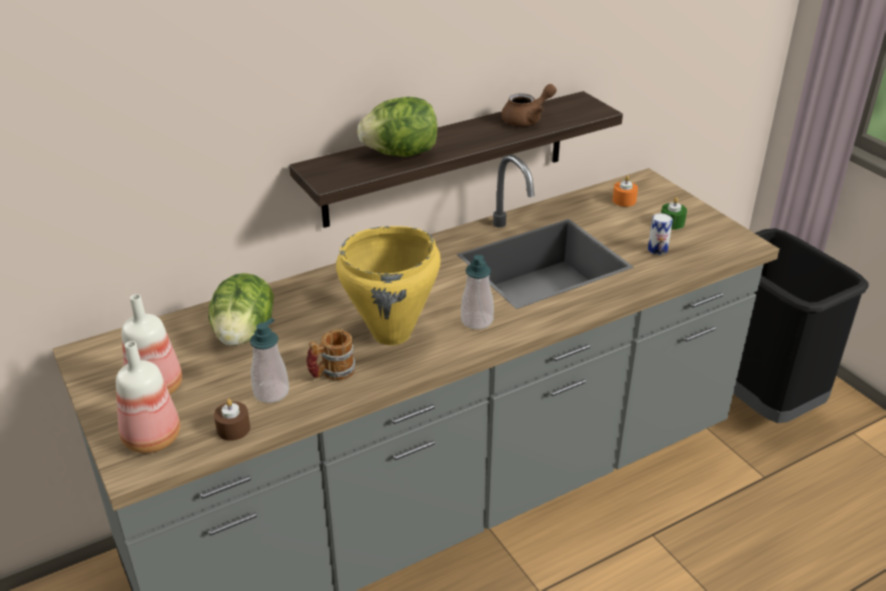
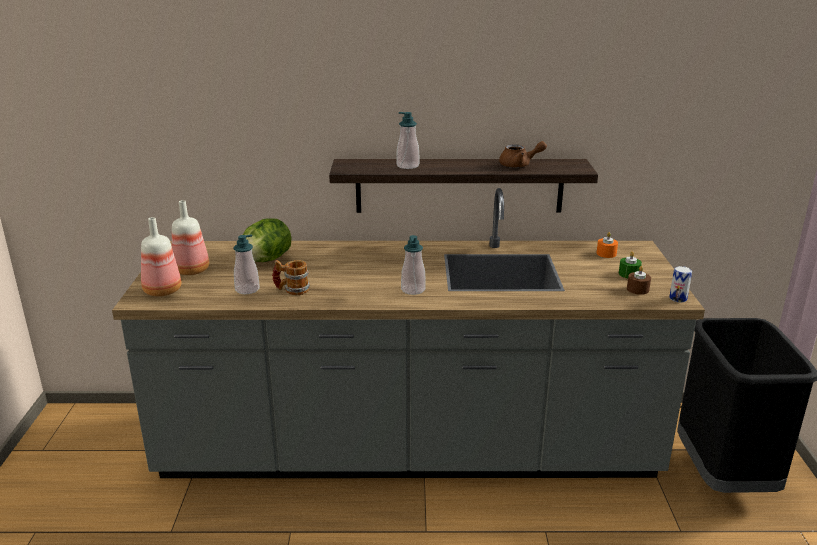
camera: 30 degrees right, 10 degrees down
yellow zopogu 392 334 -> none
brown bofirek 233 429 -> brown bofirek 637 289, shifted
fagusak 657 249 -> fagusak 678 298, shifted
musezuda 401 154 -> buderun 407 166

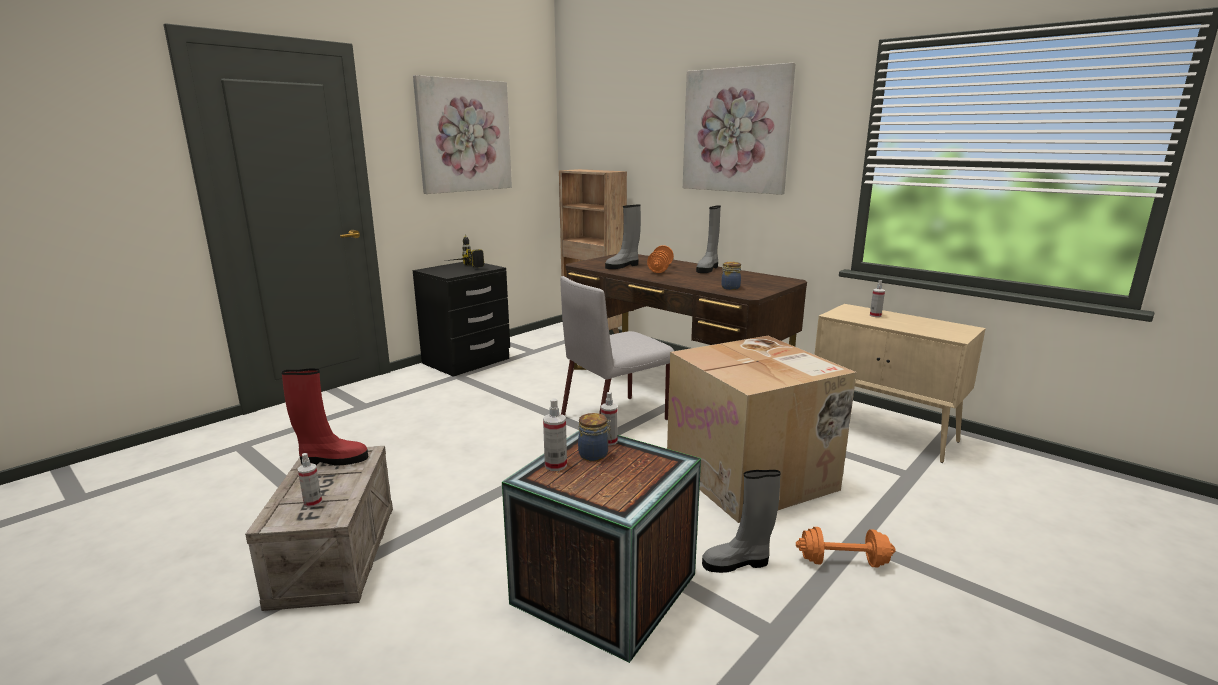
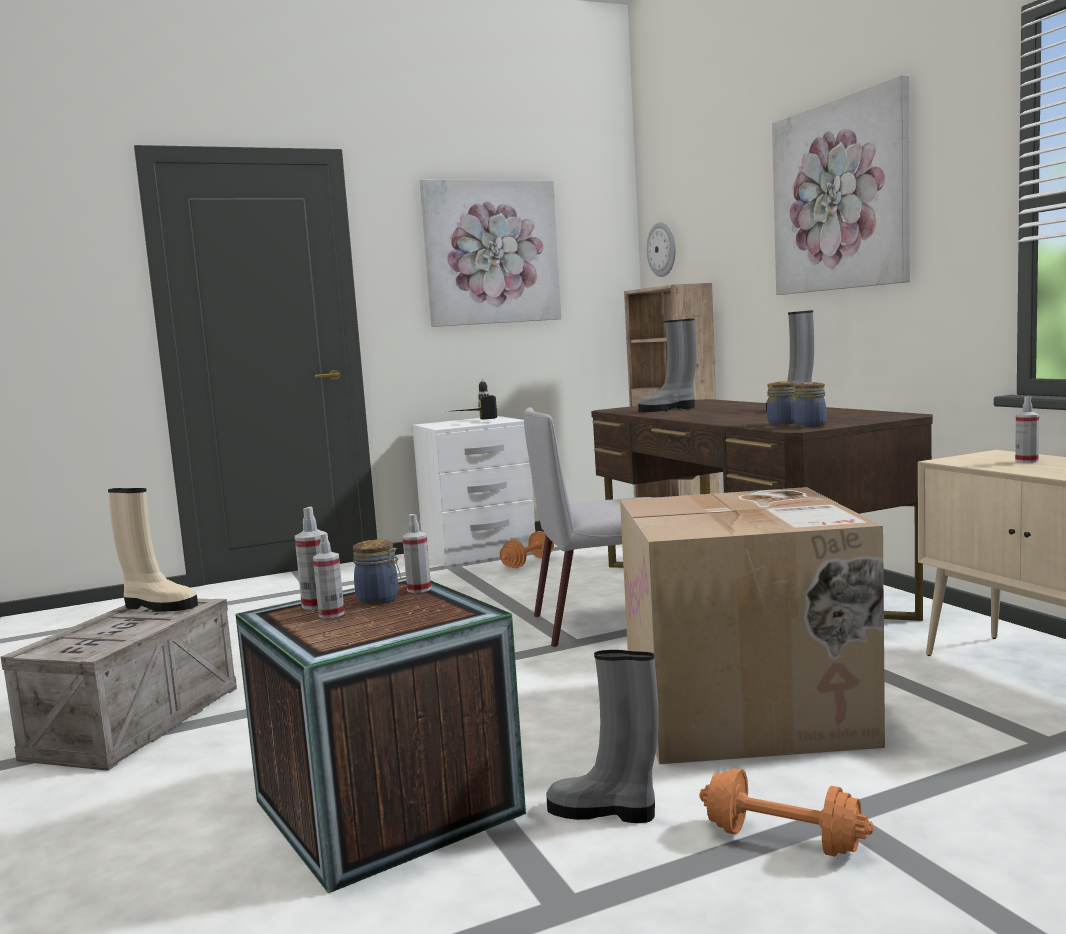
camera: 25 degrees right, 10 degrees down
none -> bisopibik 662 249
none -> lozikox 810 425
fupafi 312 502 -> fupafi 331 614, shifted
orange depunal 660 269 -> orange depunal 528 562, shifted
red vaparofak 332 460 -> beige vaparofak 158 606
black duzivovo 467 361 -> white duzivovo 479 552

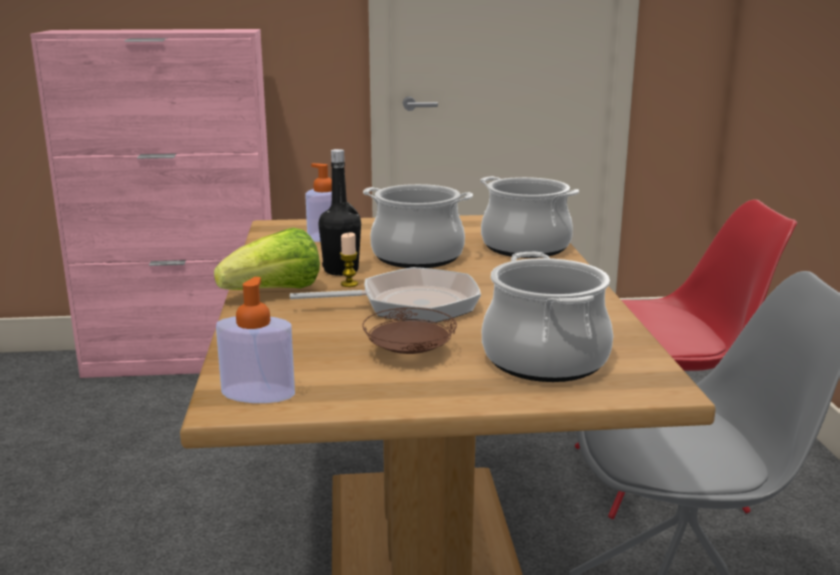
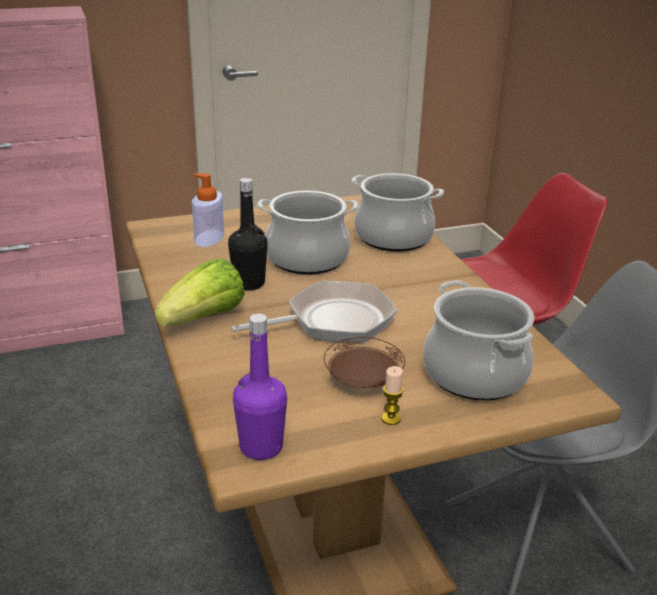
camera: 15 degrees left, 10 degrees up
bofirek 349 284 -> bofirek 391 418, shifted
buderun 258 393 -> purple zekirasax 261 447

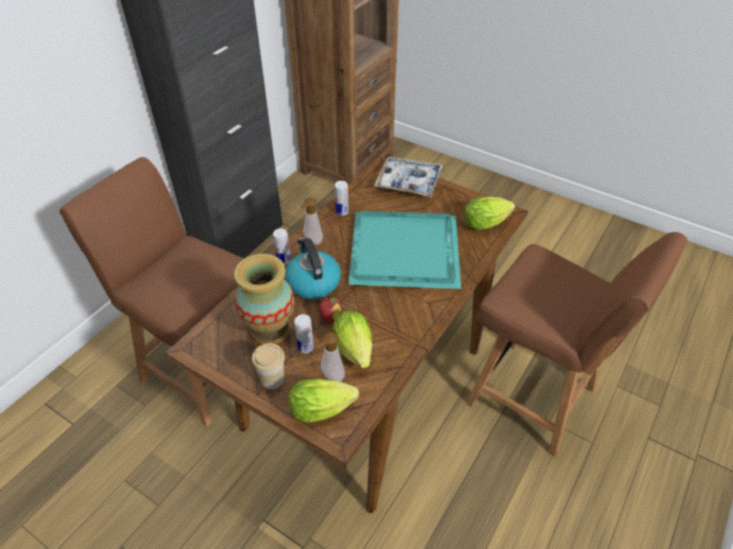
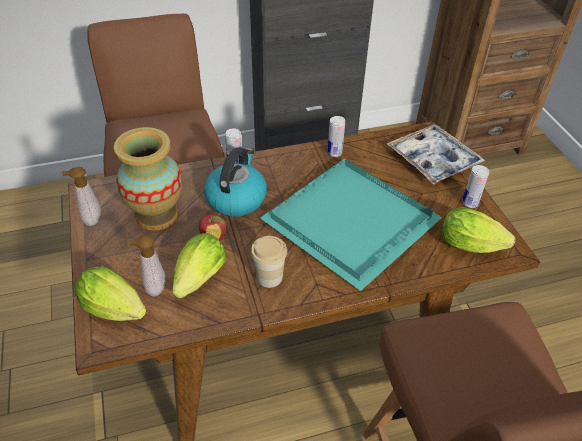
camera: 40 degrees right, 0 degrees up
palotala 272 379 -> palotala 269 277, shifted
fagusak 305 347 -> fagusak 470 203, shifted
buderun 312 242 -> buderun 90 219, shifted

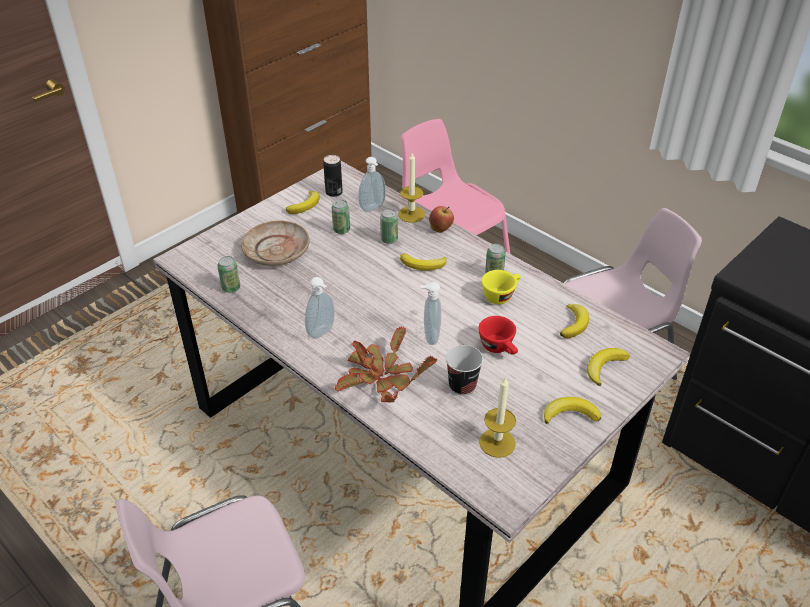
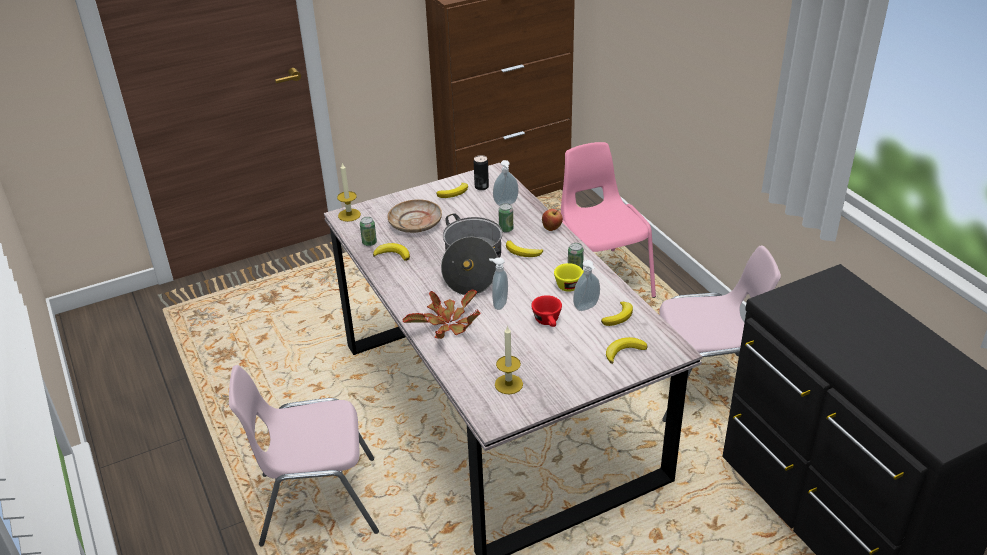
camera: 20 degrees right, 5 degrees down
fagusak 341 230 -> none
palotala 462 386 -> none
none -> zopogu 472 267
buderun 322 332 -> buderun 587 308, shifted
bofirek 411 214 -> bofirek 349 215, shifted
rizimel 570 414 -> rizimel 393 254, shifted

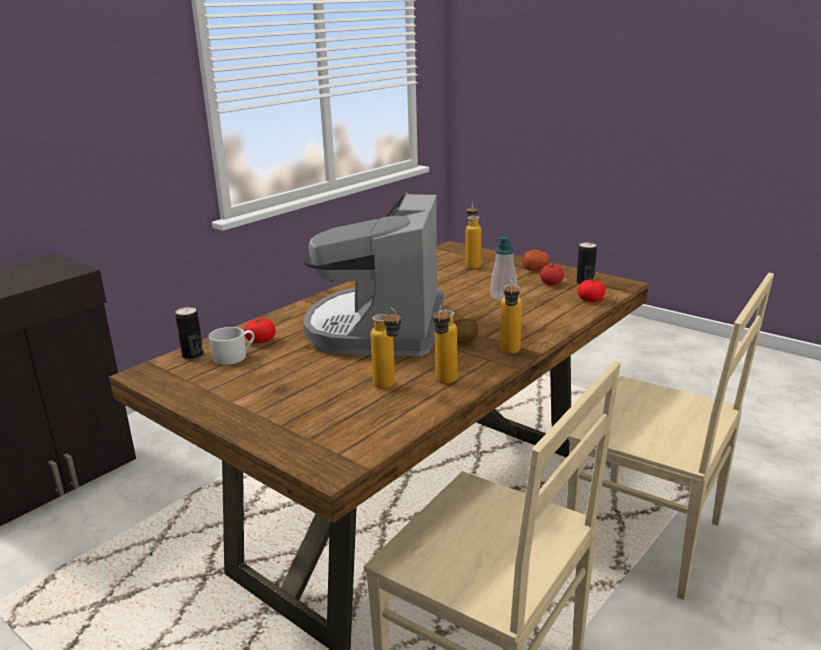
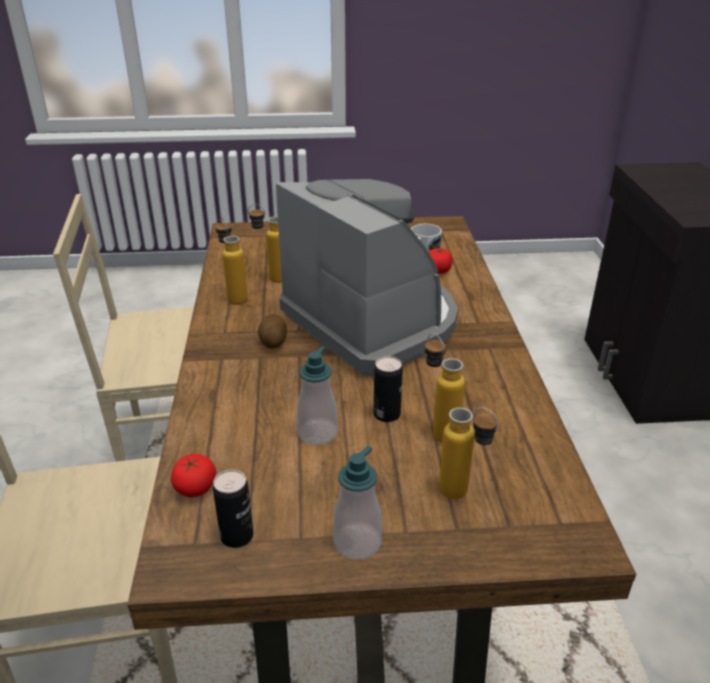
camera: 135 degrees right, 10 degrees up
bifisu 551 284 -> none
fagusak 193 355 -> fagusak 386 414, shifted
zekirasax 509 354 -> zekirasax 438 430, shifted
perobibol 535 268 -> buderun 357 542

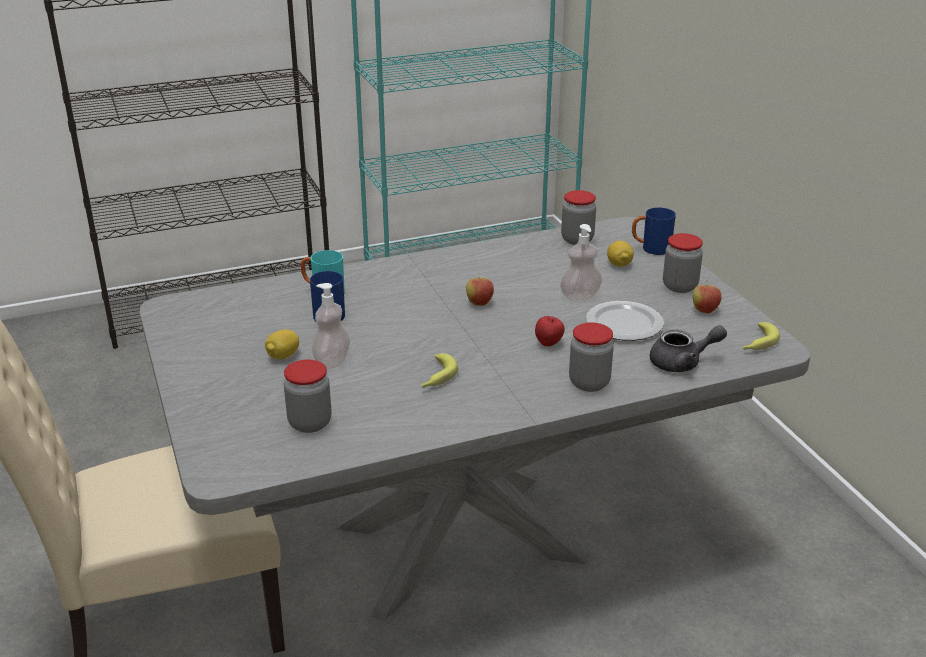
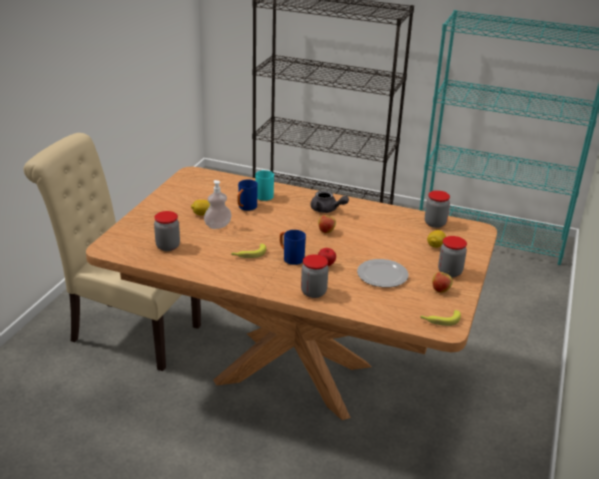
camera: 40 degrees right, 0 degrees up
buderun 580 296 -> none
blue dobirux 650 249 -> blue dobirux 290 258, shifted
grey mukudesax 682 363 -> grey mukudesax 327 210, shifted
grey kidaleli 462 543 -> brown kidaleli 294 374

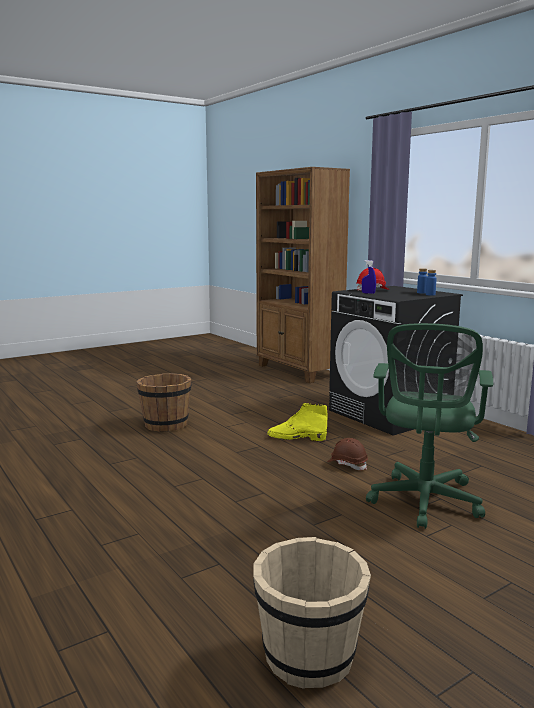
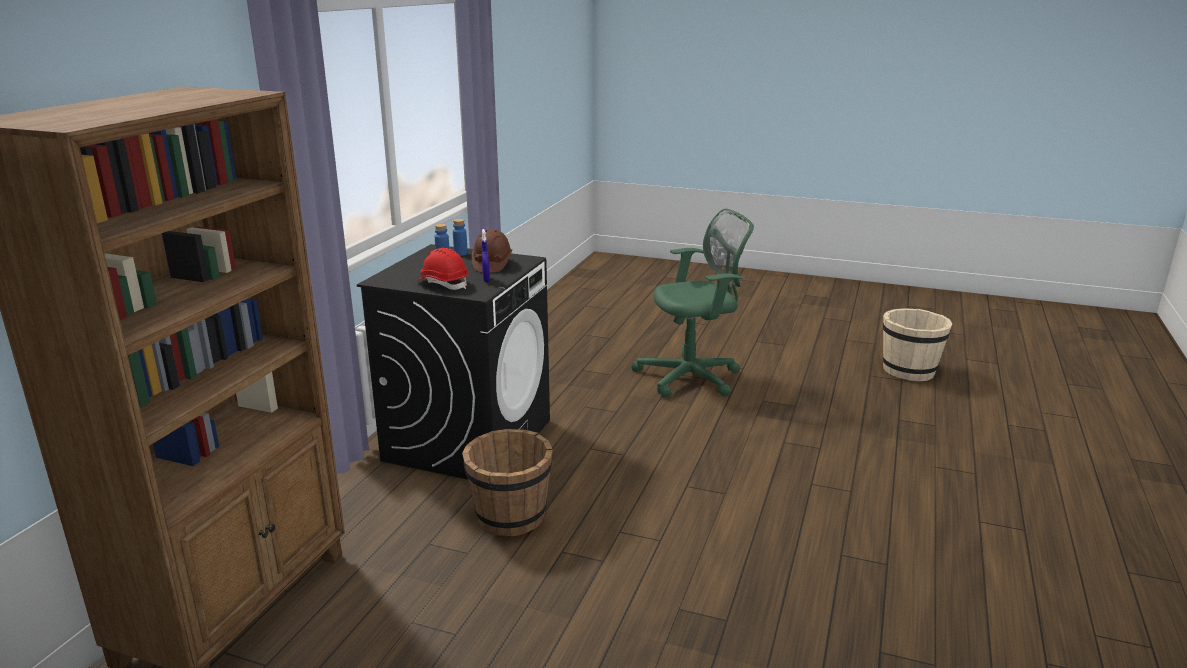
camera: 125 degrees left, 10 degrees up
yellow vaparofak 296 438 -> none
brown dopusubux 166 425 -> brown dopusubux 510 517, shifted
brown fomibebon 347 464 -> brown fomibebon 491 264, shifted

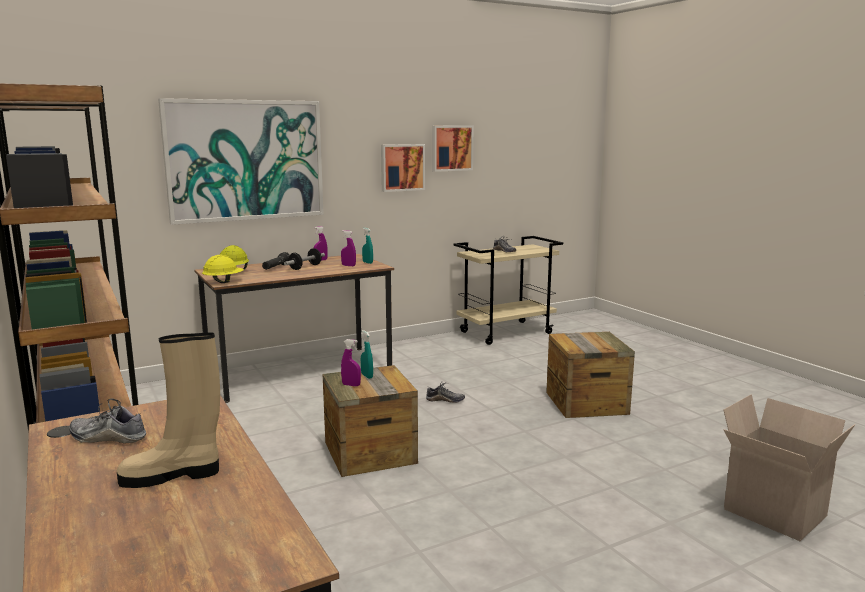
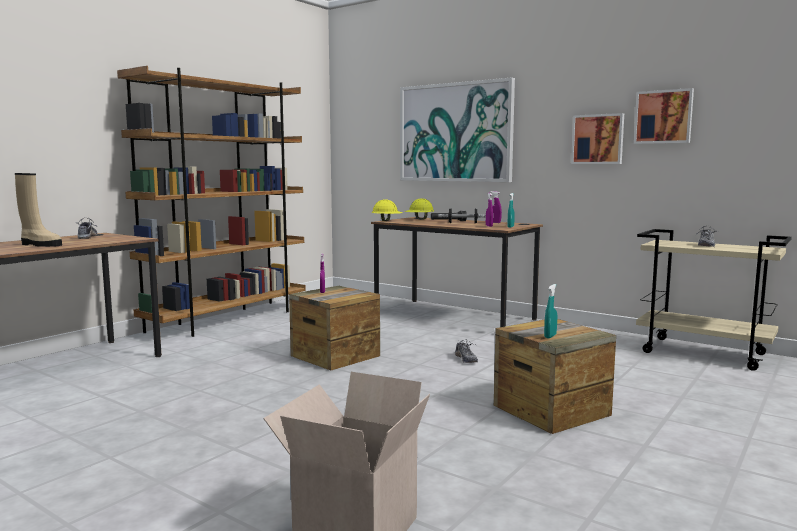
camera: 65 degrees right, 5 degrees down
turquoise fupafi 367 376 -> turquoise fupafi 550 336, shifted
beige vaparofak 173 475 -> beige vaparofak 40 245, 150 degrees clockwise

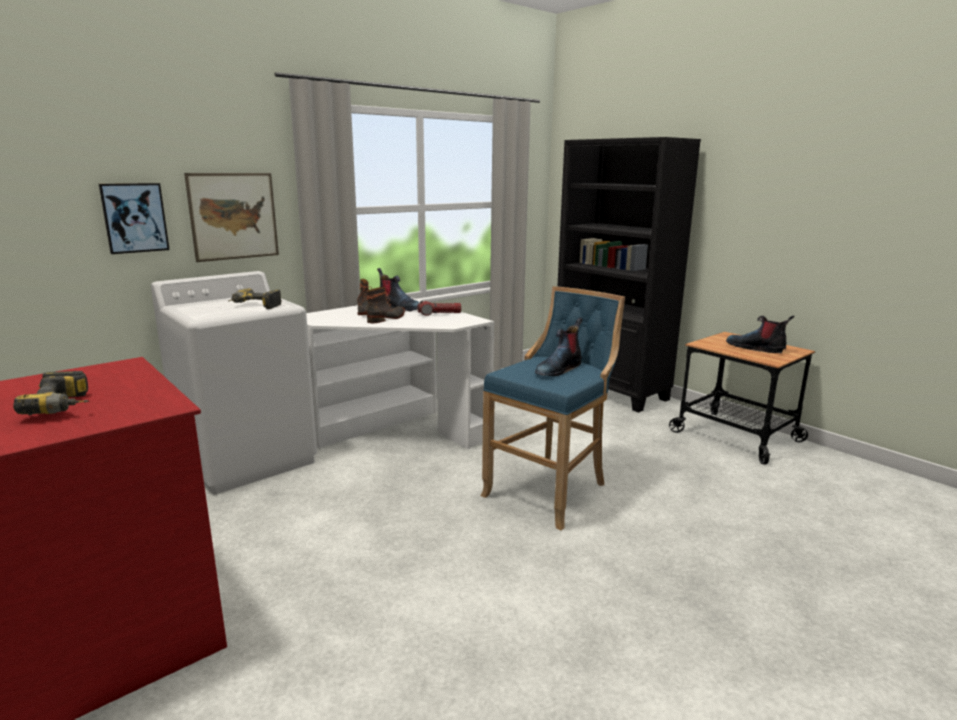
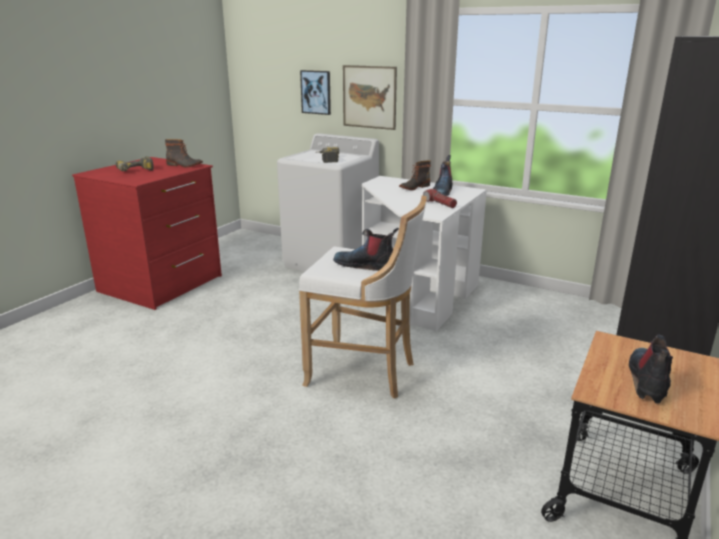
camera: 70 degrees right, 5 degrees up
vaparofak 387 318 -> vaparofak 184 165, shifted
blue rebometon 550 490 -> white rebometon 364 373

